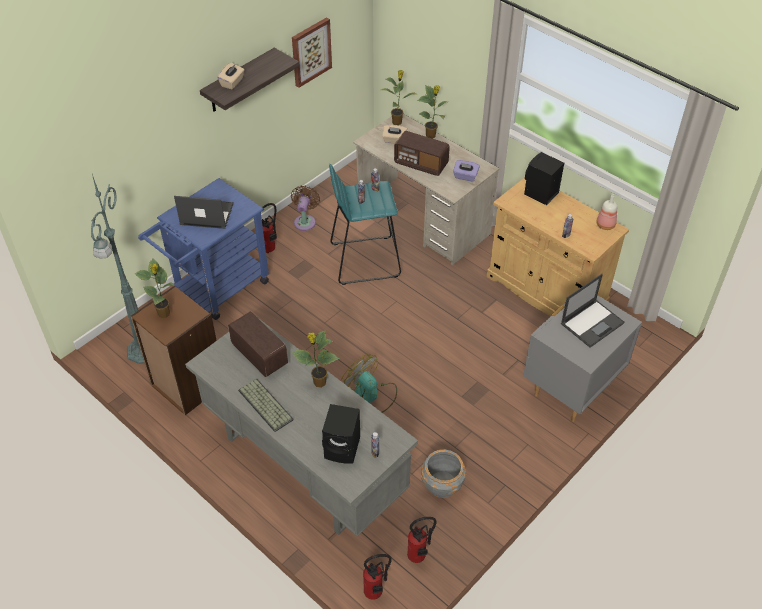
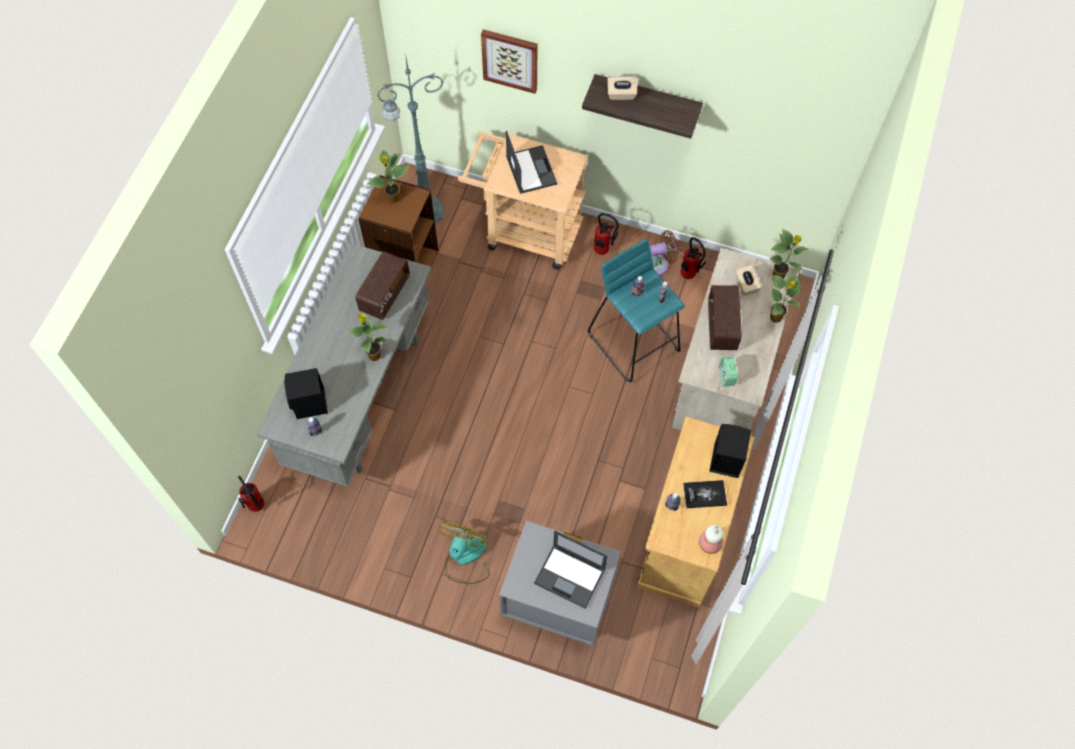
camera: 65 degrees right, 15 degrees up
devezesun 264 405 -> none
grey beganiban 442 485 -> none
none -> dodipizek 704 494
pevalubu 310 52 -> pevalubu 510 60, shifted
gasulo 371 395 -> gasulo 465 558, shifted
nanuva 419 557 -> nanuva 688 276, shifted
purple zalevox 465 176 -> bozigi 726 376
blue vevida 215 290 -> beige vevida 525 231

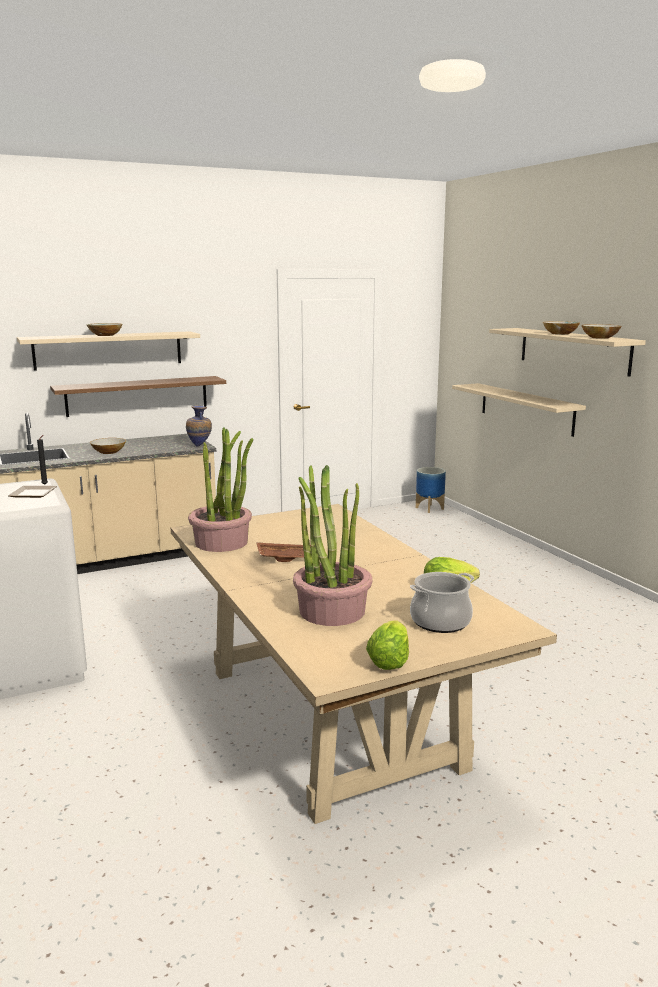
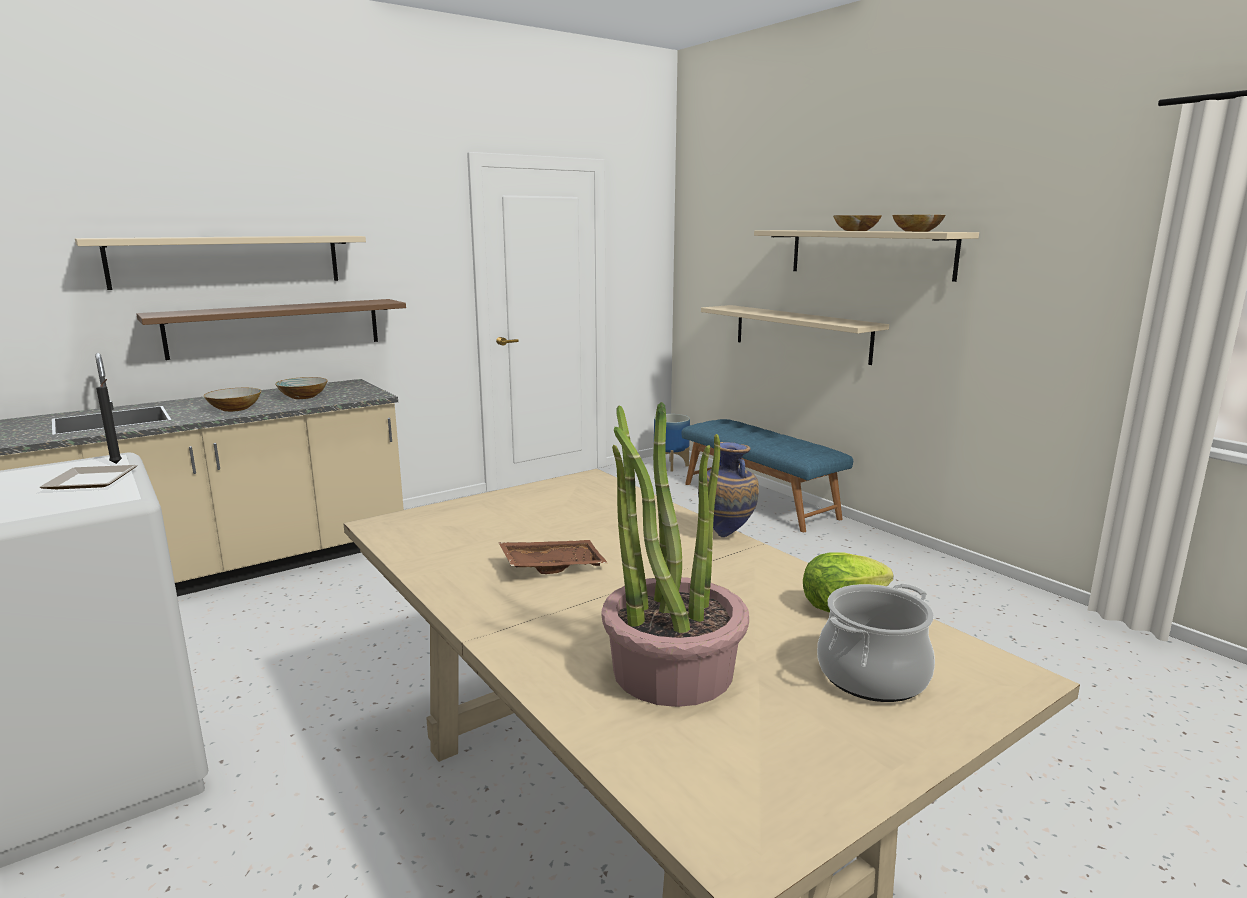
camera: 10 degrees left, 0 degrees up
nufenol 222 542 -> none
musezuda 389 661 -> none
none -> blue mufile 759 500
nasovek 105 335 -> nasovek 303 396, shifted
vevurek 200 446 -> vevurek 727 535, shifted

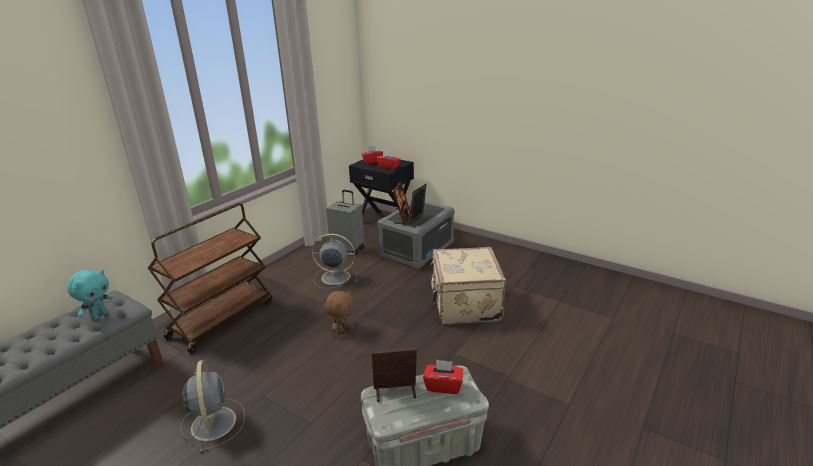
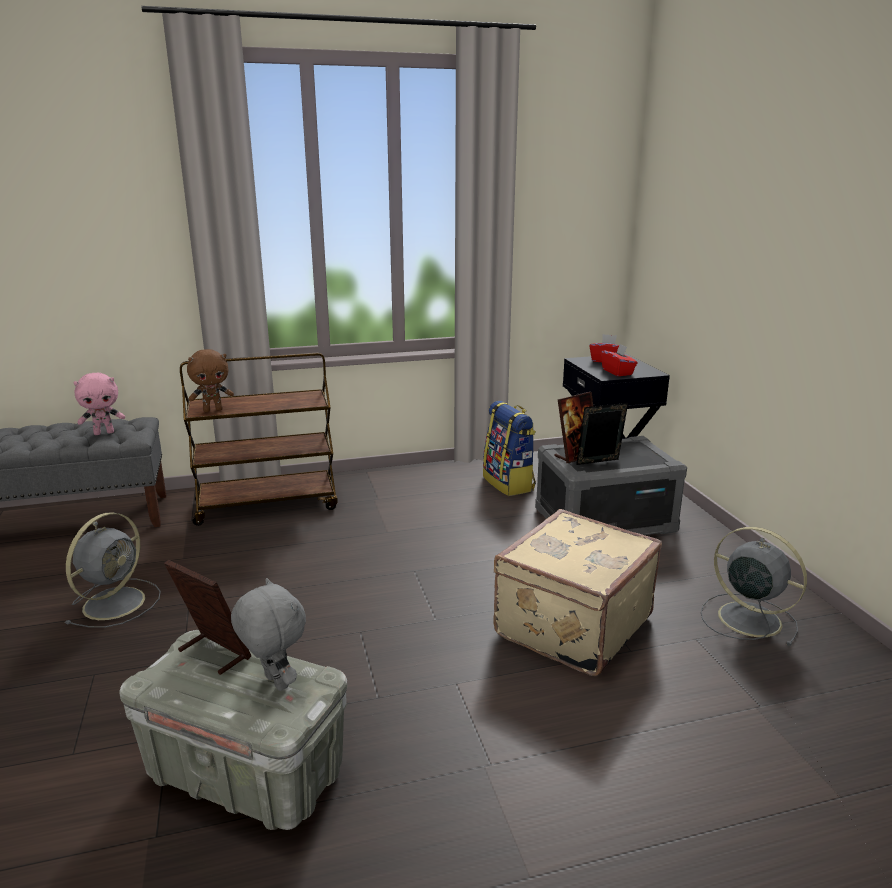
camera: 40 degrees right, 5 degrees down
grey gasulo 334 277 -> grey gasulo 746 618, shifted
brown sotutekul 341 329 -> brown sotutekul 213 410, shifted
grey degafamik 348 248 -> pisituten 509 483
red zalevox 443 386 -> grey sotutekul 274 682
turquoise sotutekul 99 316 -> pink sotutekul 104 433

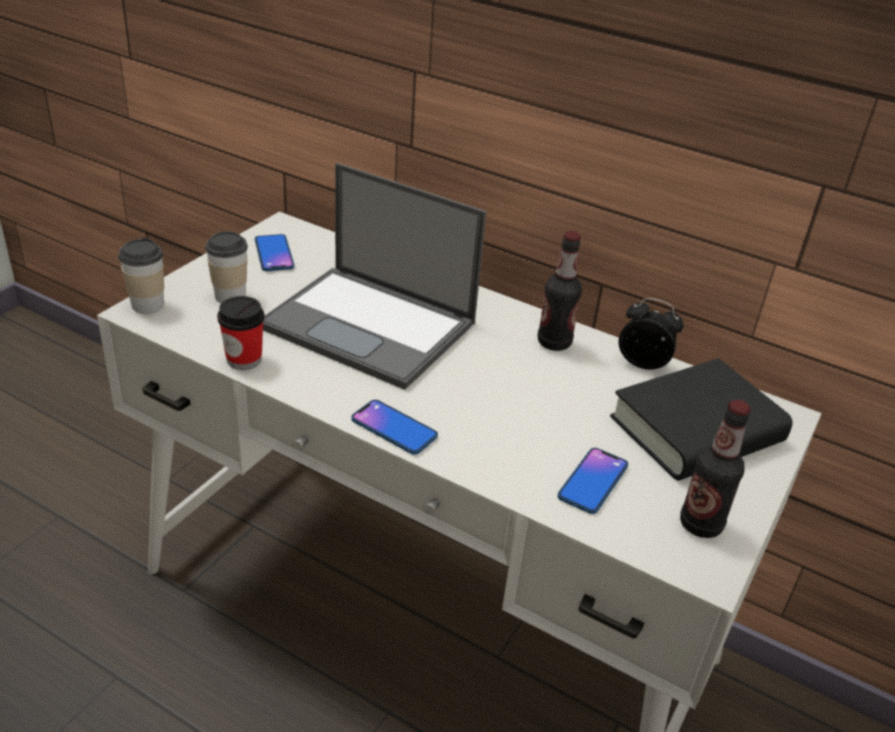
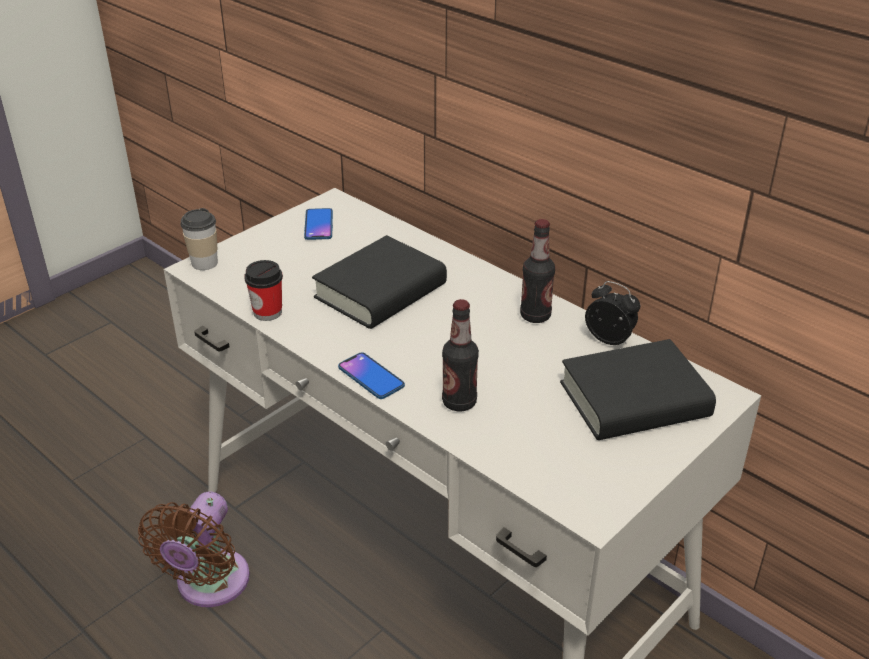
camera: 15 degrees right, 0 degrees up
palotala 230 296 -> none
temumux 593 481 -> none
none -> brown gasulo 209 585
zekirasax 700 524 -> zekirasax 459 402, shifted
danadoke 371 326 -> black dodipizek 380 291

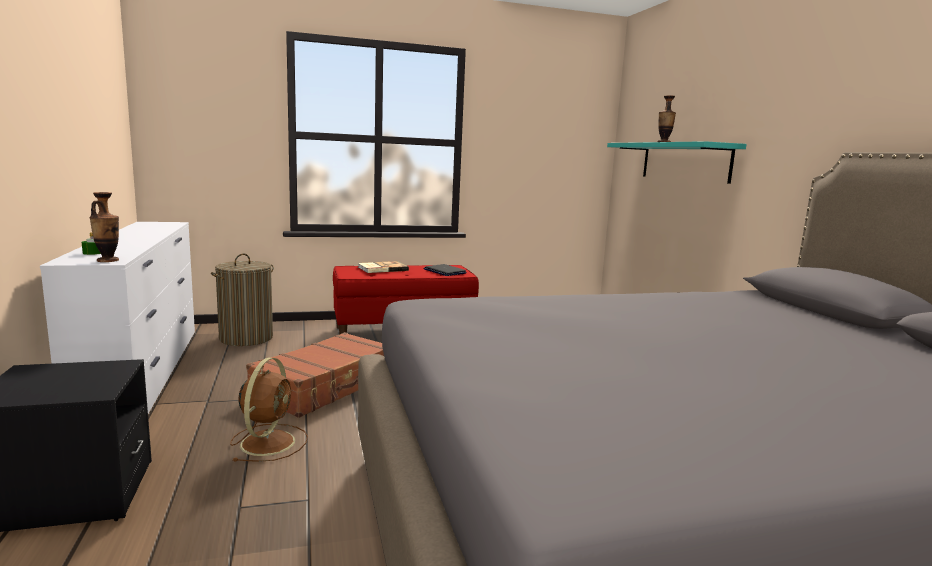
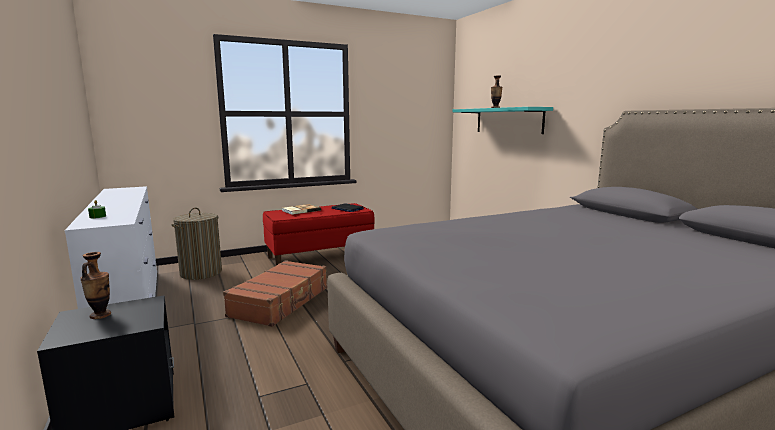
camera: 10 degrees left, 0 degrees up
brown gasulo 269 442 -> none
vevurek 108 260 -> vevurek 100 315, shifted

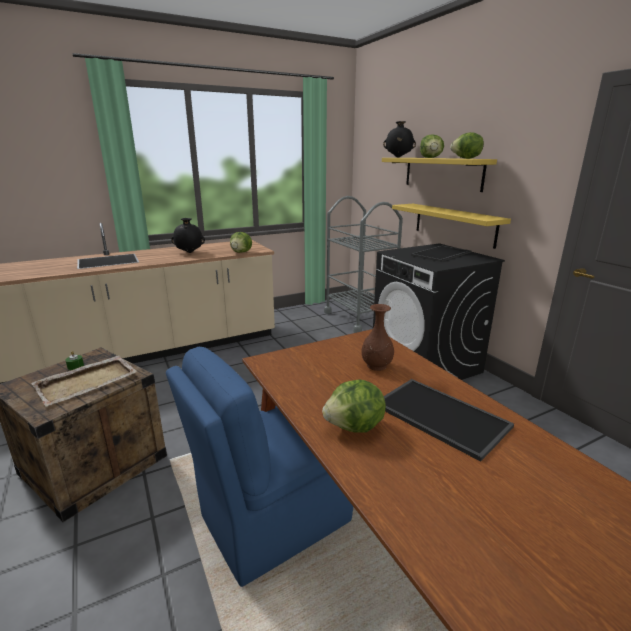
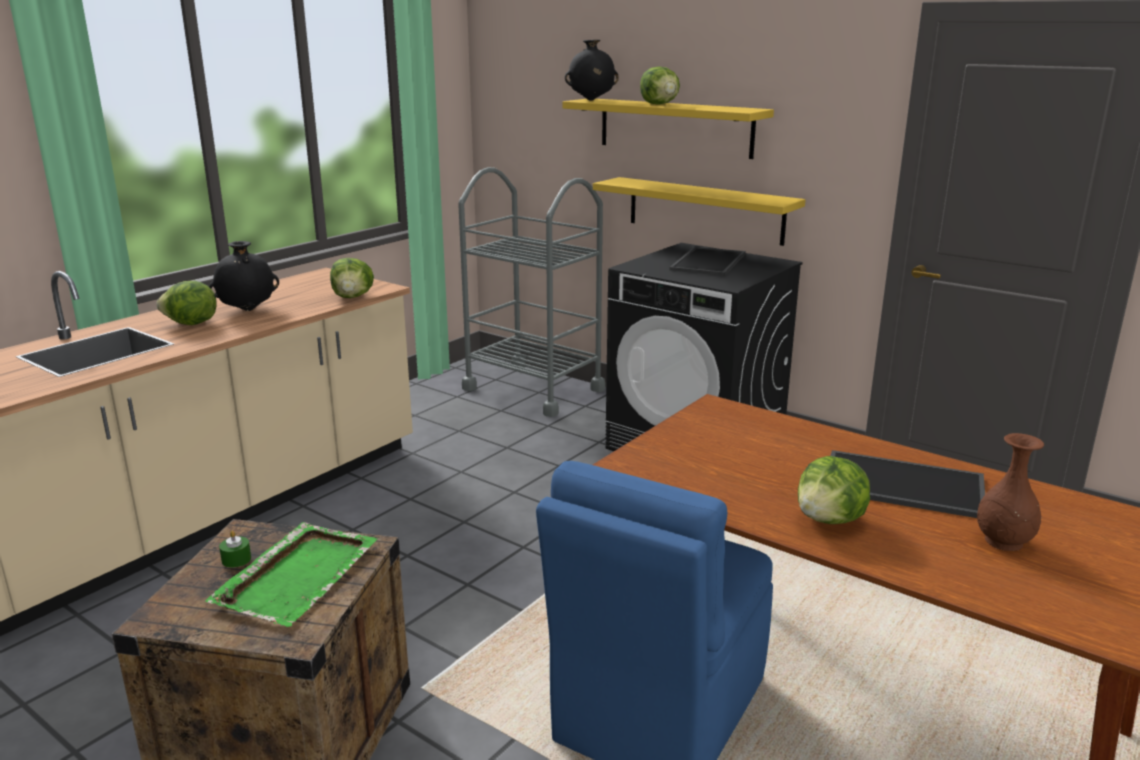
camera: 25 degrees left, 0 degrees up
brown vevurek 376 366 -> brown vevurek 1003 542, shifted
musezuda 466 158 -> musezuda 191 324, shifted
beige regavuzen 87 381 -> green regavuzen 298 575

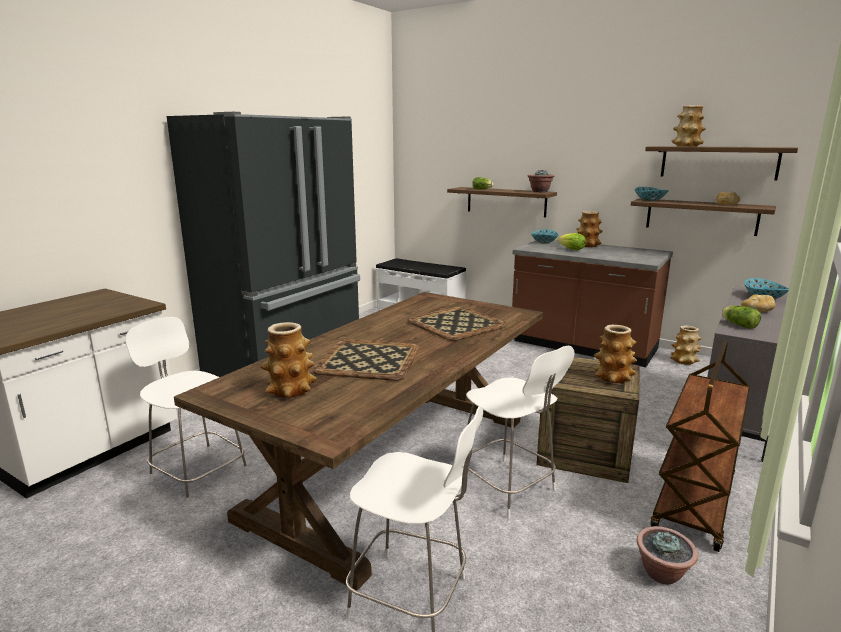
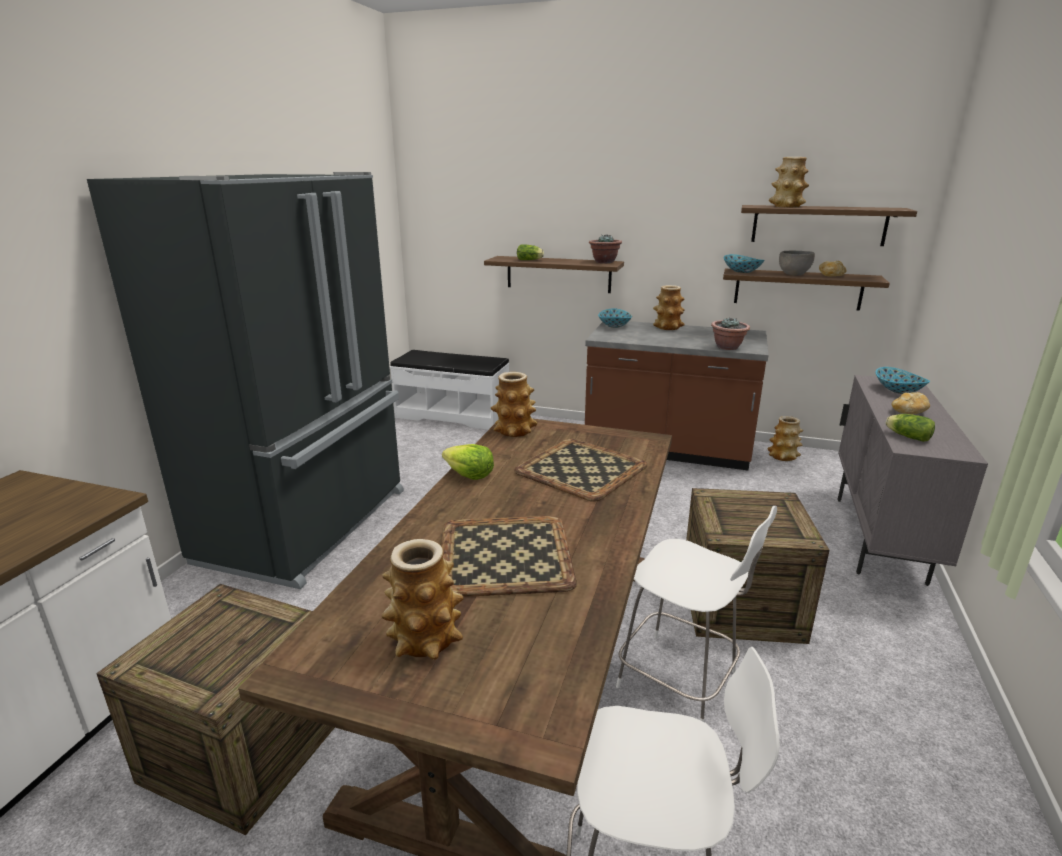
camera: 15 degrees left, 5 degrees up
brown vevida 695 504 -> none
none -> grey nasovek 793 274
musezuda 571 249 -> musezuda 469 475, shifted
vevurek 613 377 -> vevurek 514 431, shifted
nufenol 662 574 -> nufenol 728 347, shifted
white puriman 197 476 -> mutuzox 244 749

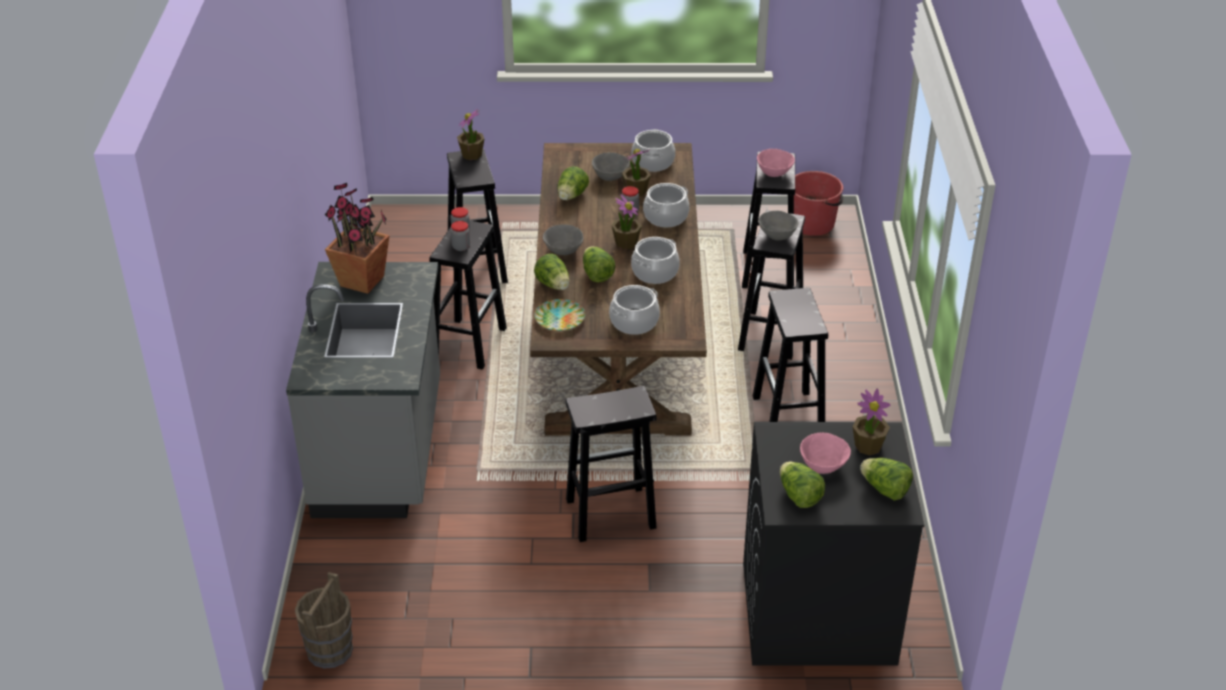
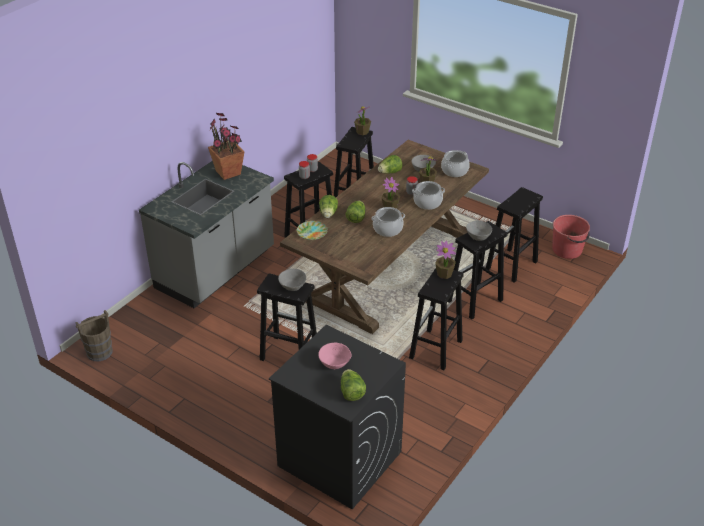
camera: 35 degrees right, 0 degrees up
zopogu 634 322 -> none
pink nasovek 774 172 -> none
musezuda 799 496 -> none
grey nasovek 562 250 -> grey nasovek 292 286, shifted
nufenol 868 446 -> nufenol 444 274, shifted

